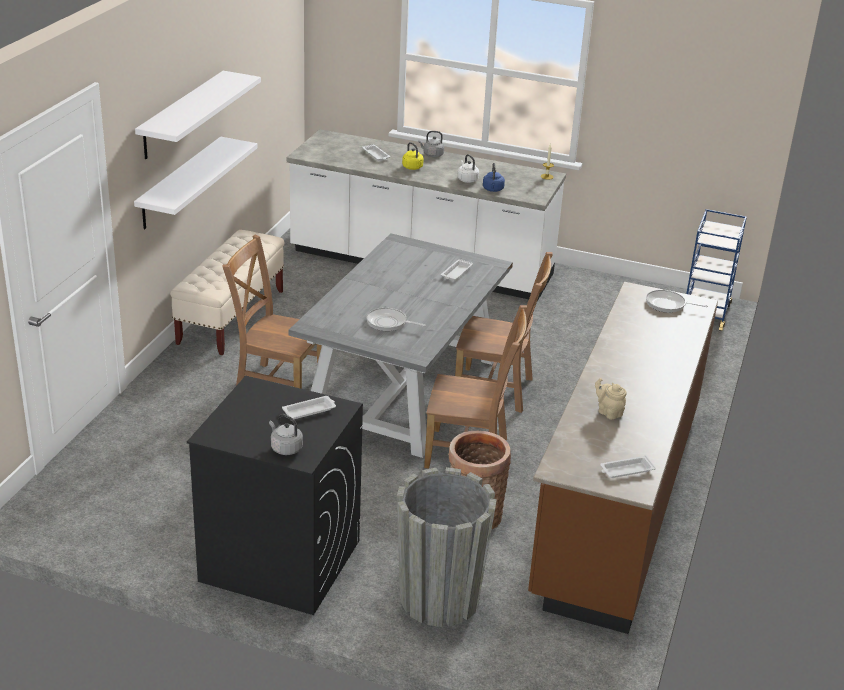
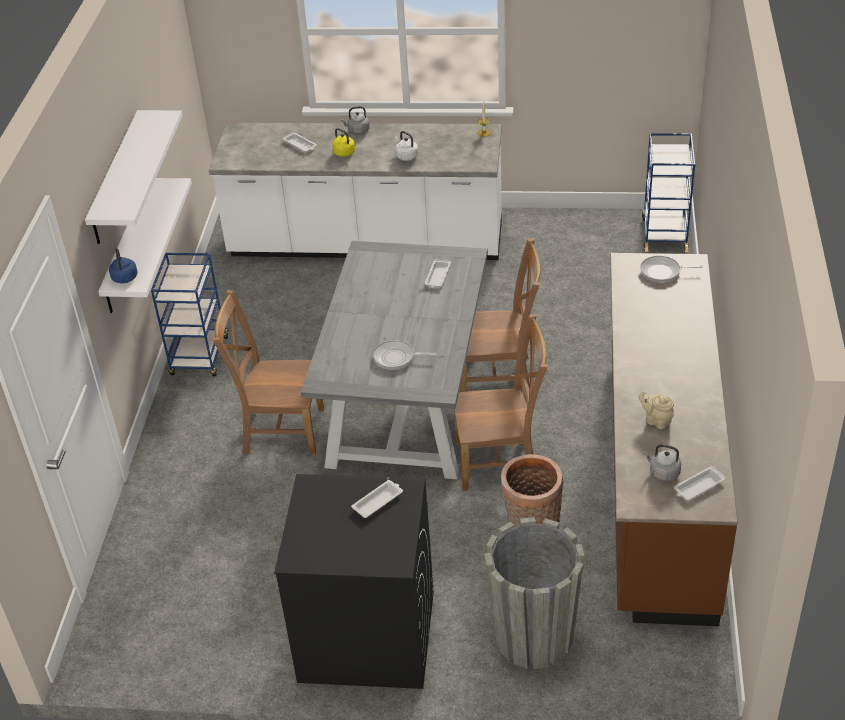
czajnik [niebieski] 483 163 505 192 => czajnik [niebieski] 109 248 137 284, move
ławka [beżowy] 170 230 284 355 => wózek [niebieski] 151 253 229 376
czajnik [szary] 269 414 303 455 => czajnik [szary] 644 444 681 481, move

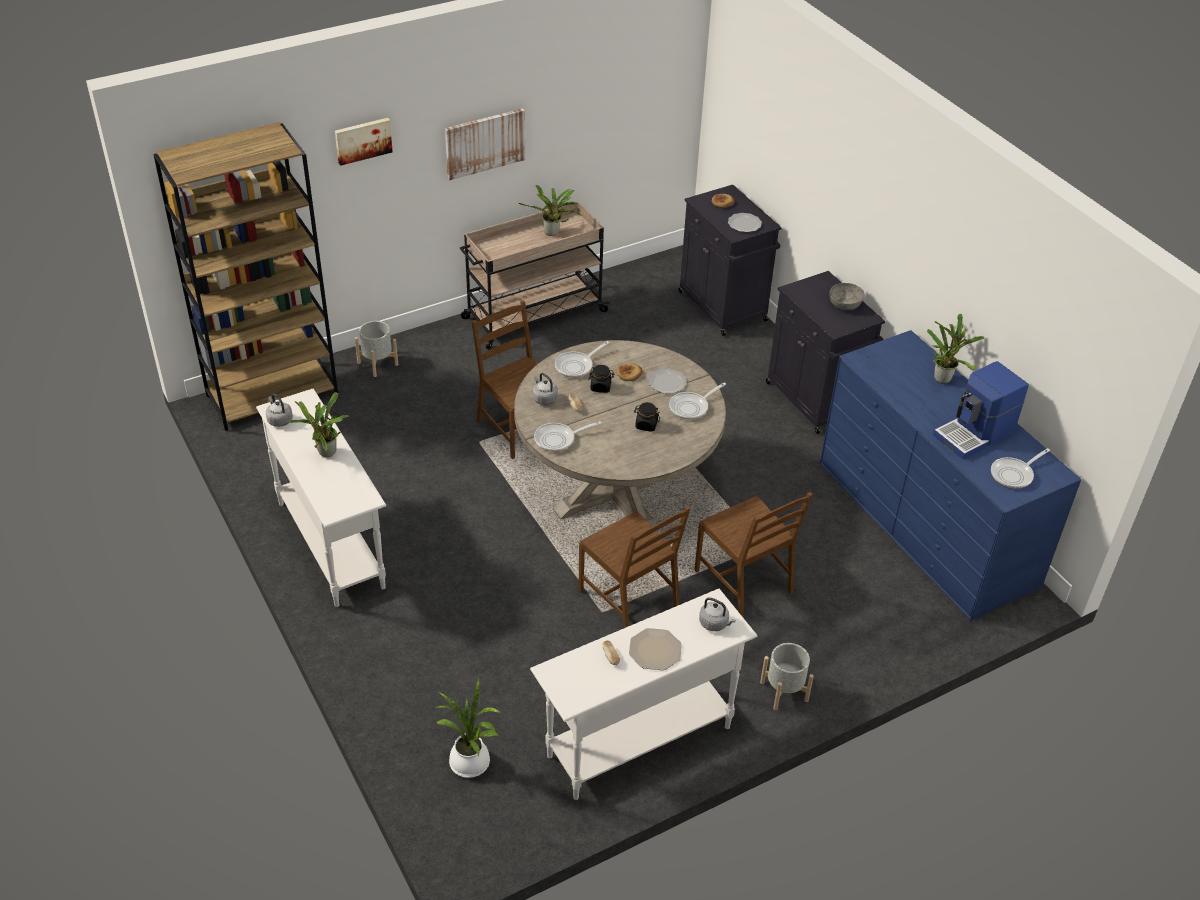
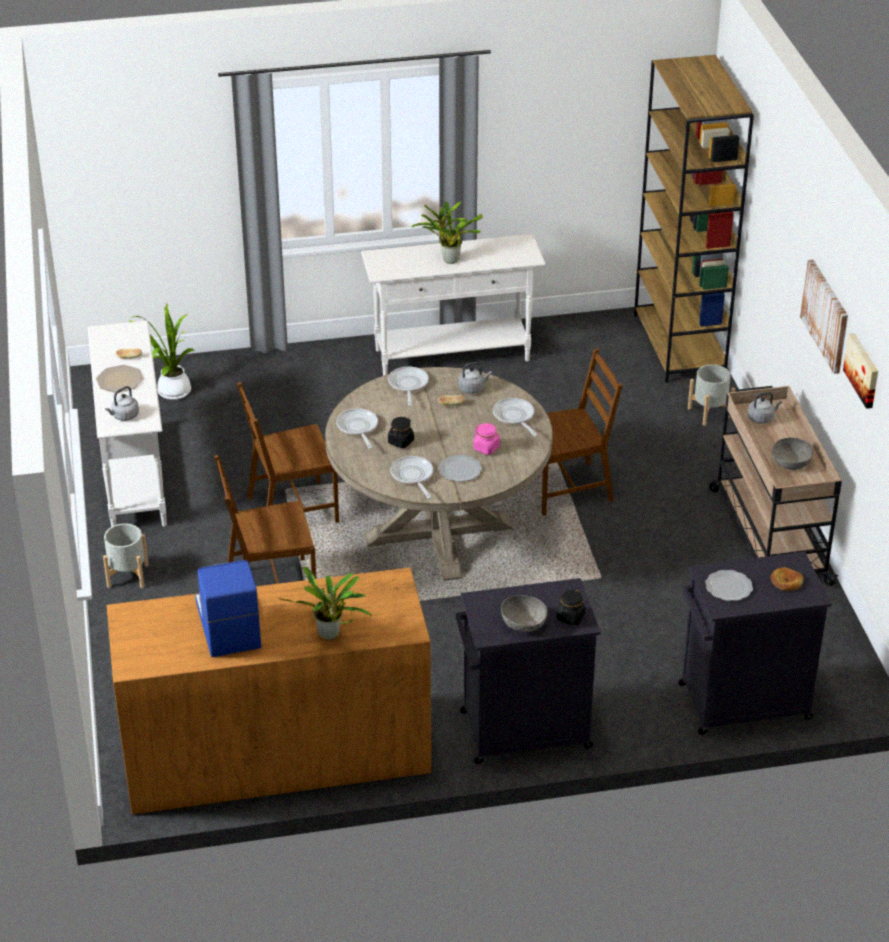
obraz 335 118 393 166 => obraz 843 333 878 409, move
roślina doniczkowa 519 185 582 236 => miska [szary] 772 438 813 470
komoda [niebieski] 820 330 1081 621 => komoda [brązowy] 107 568 431 814
chleb 616 363 643 381 => słoik [różowy] 473 423 500 455
słoik [czarny] 588 365 614 393 => słoik [czarny] 557 589 586 625, move
czajnik [szary] 266 394 293 427 => czajnik [szary] 748 392 782 424, move
patelnia 991 448 1050 488 => patelnia 336 409 378 449, move

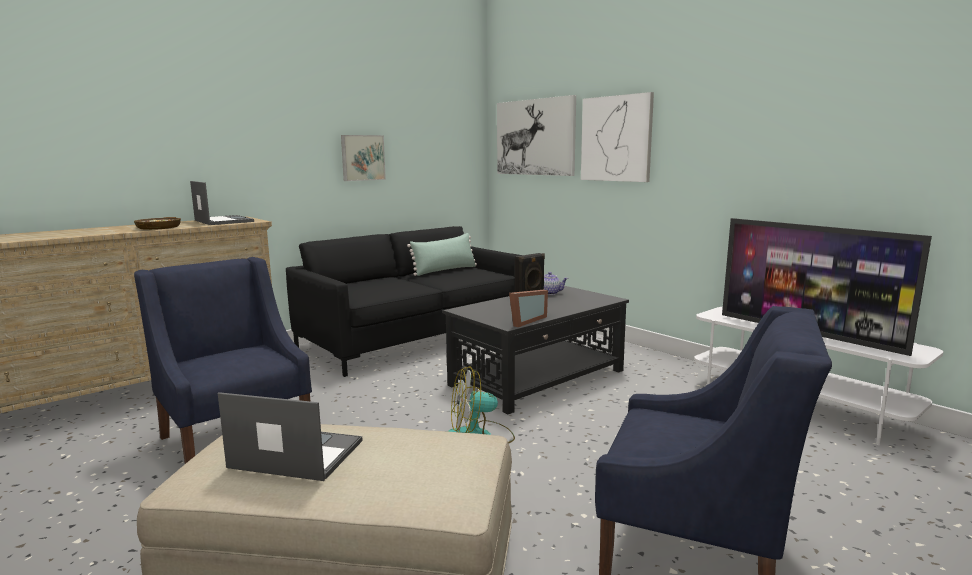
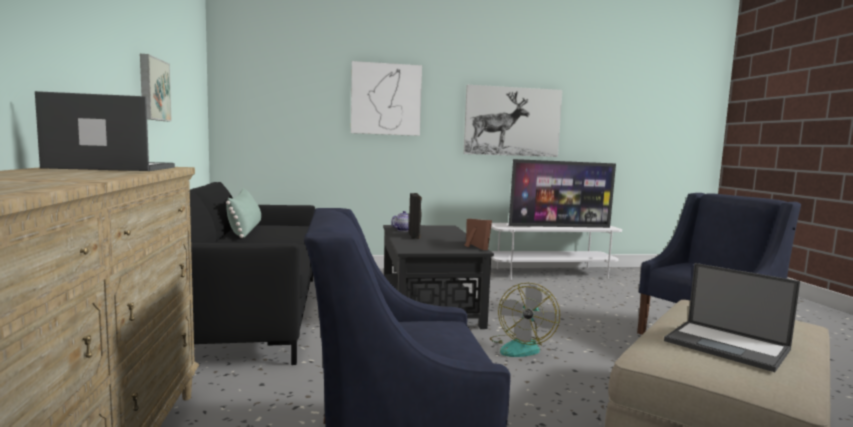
obraz 497 95 576 176 => obraz 464 85 563 157, move
miska 134 217 181 230 => nothing
laptop 218 392 363 481 => laptop 664 263 800 372, 90 degrees counterclockwise

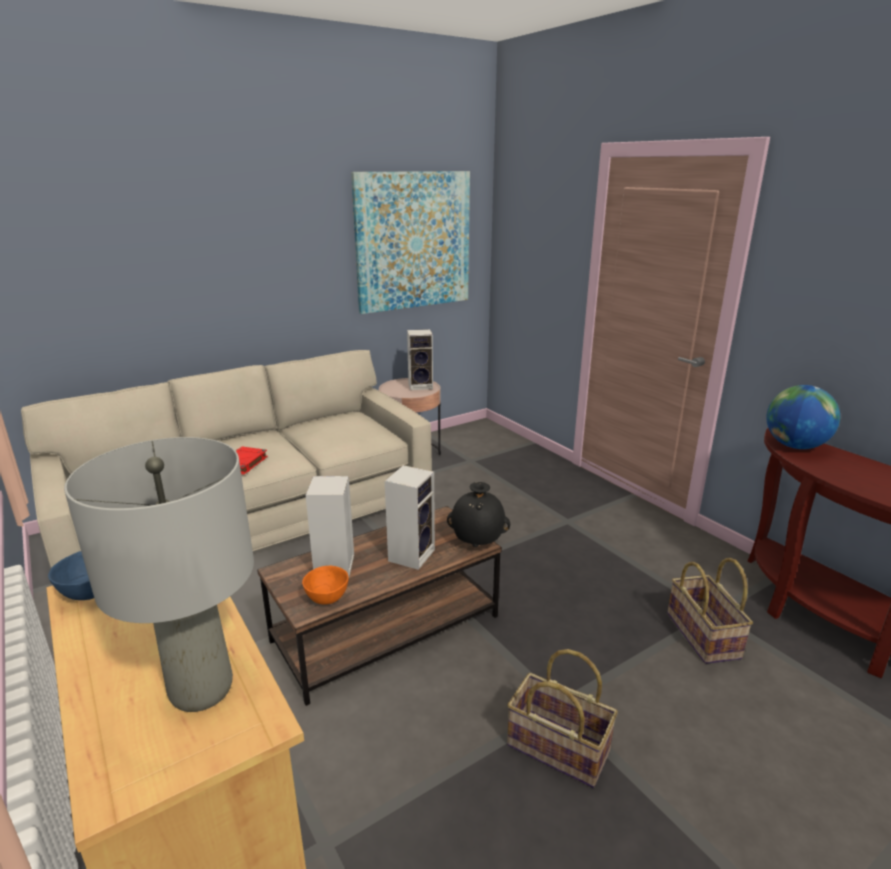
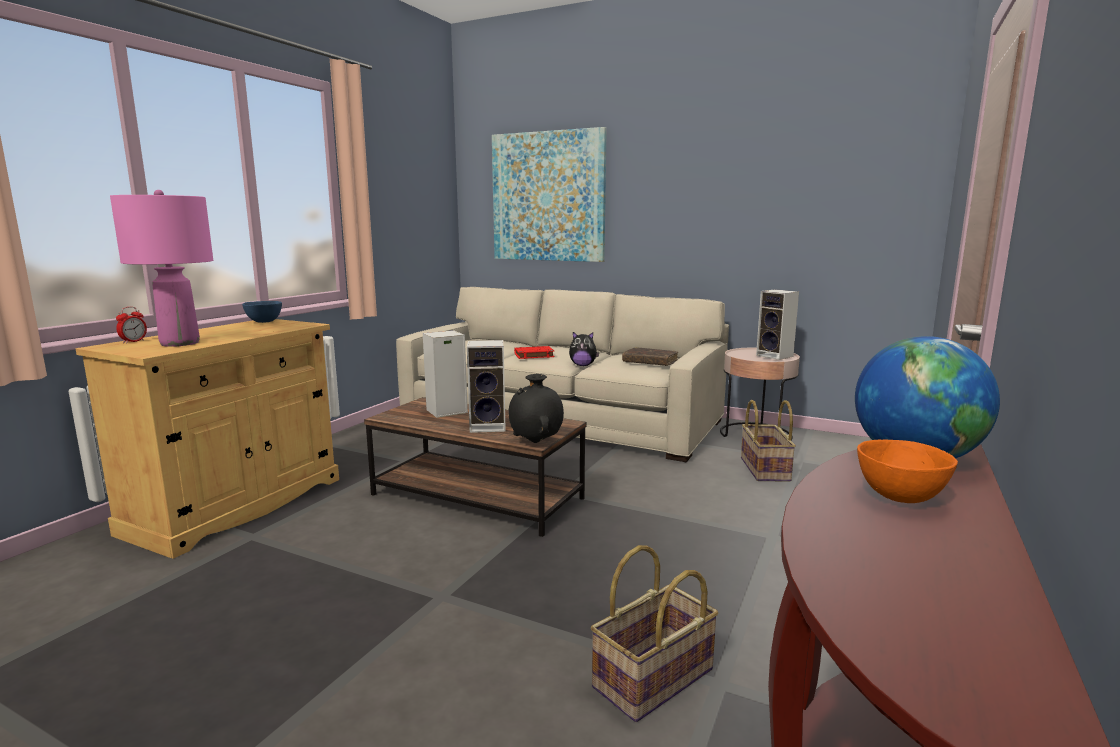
obraz 351 171 470 314 => obraz 492 127 607 262, move
lampa stołowa [szary] 64 437 254 712 => lampa stołowa [różowy] 110 190 213 347
miska [pomarańczowy] 302 566 349 605 => miska [pomarańczowy] 857 440 958 503, move
koszyk 507 649 618 788 => koszyk 741 400 796 482, move
nothing => budzik 116 307 147 343
nothing => pluszak 569 332 599 366
nothing => książka [brązowy] 622 347 678 366

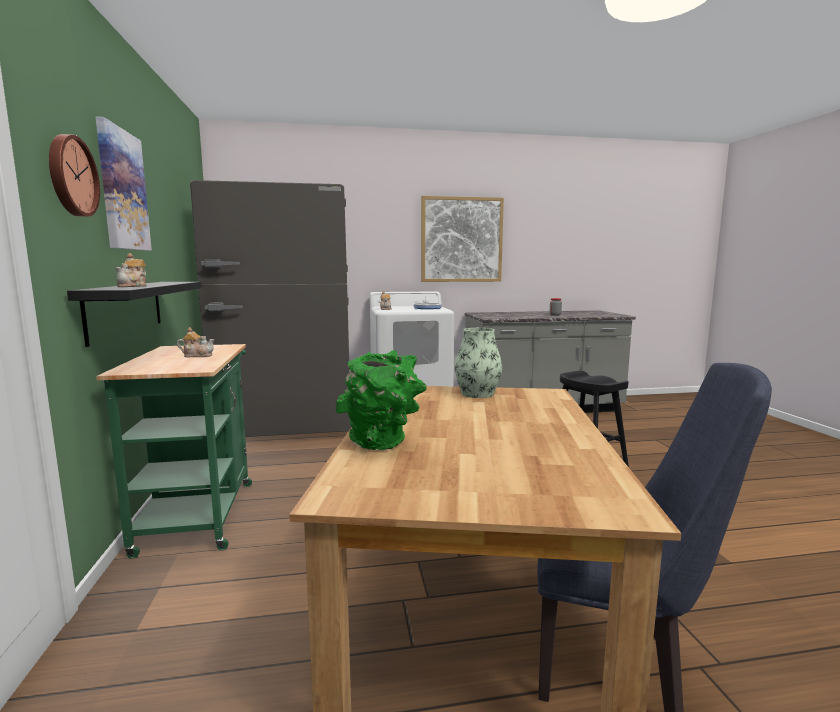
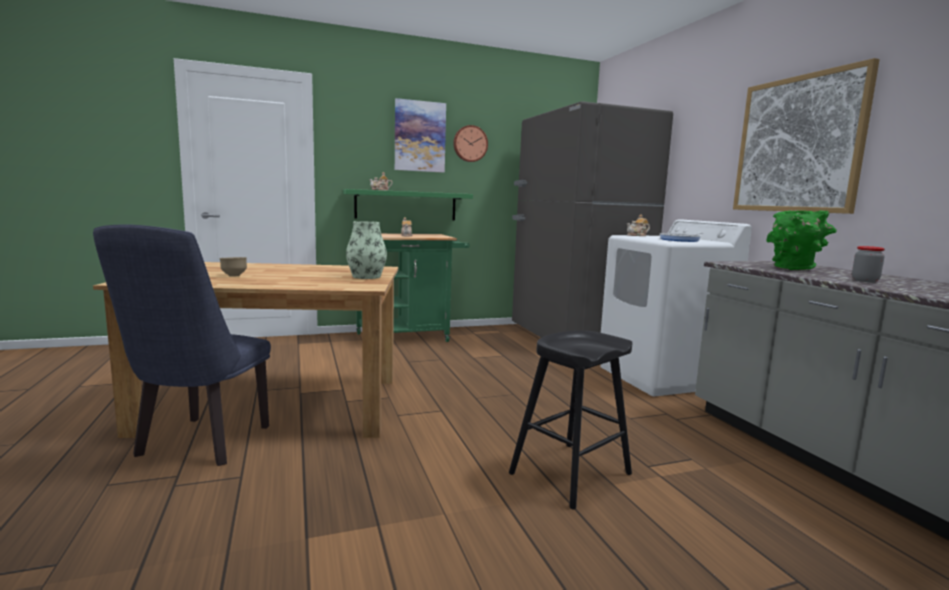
zegar ścienny 49 134 100 217 => zegar ścienny 453 125 488 162, move
półka [czarny] 67 282 202 347 => półka [zielony] 343 189 473 221
wazon [zielony] 336 350 427 450 => wazon [zielony] 766 210 837 270, move
nothing => miska [brązowy] 219 257 247 277

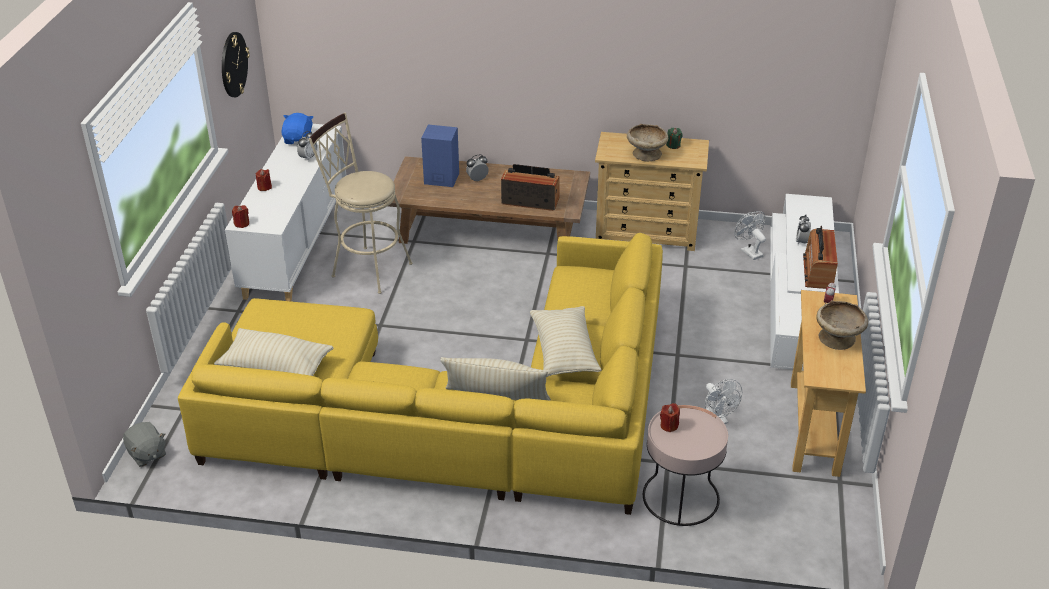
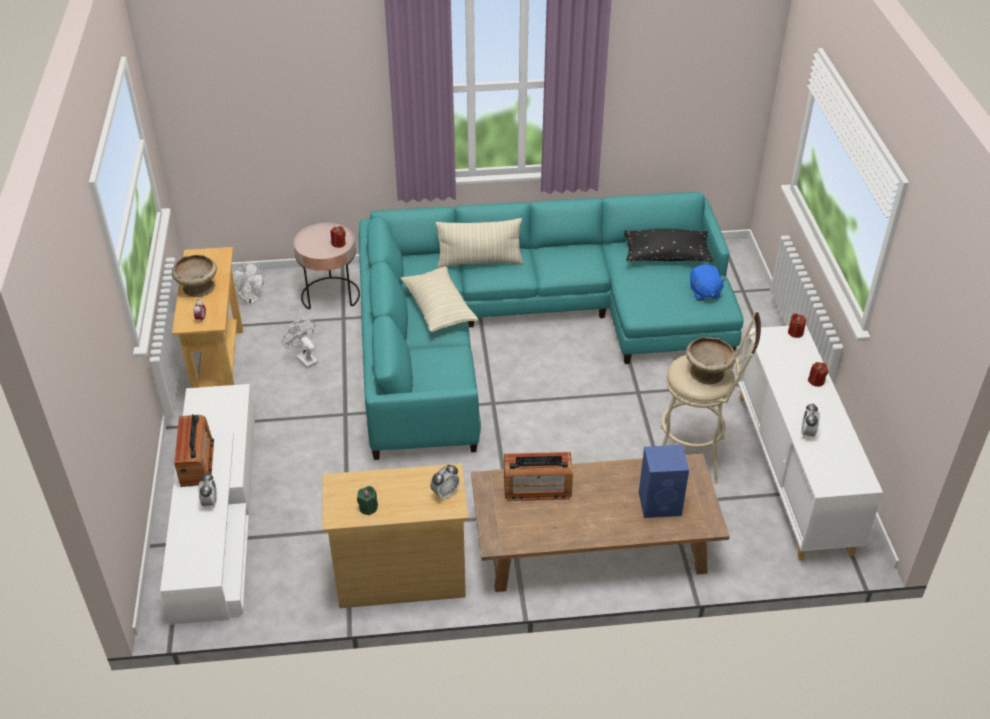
zegar ścienny 222 32 250 97 => nothing
pluszak [niebieski] 281 113 313 144 => pluszak [niebieski] 690 264 726 301, move
miska [beżowy] 627 124 668 161 => miska [beżowy] 686 337 736 385, move
budzik 466 154 489 181 => budzik 430 465 460 500, move
wentylator [biały] 735 211 766 260 => wentylator [biały] 234 263 264 305, move
kanapa [żółty] 178 233 663 515 => kanapa [turkusowy] 359 192 744 460
poduszka [beżowy] 214 328 334 376 => poduszka [czarny] 624 229 714 262
pluszak [szary] 123 422 166 467 => nothing

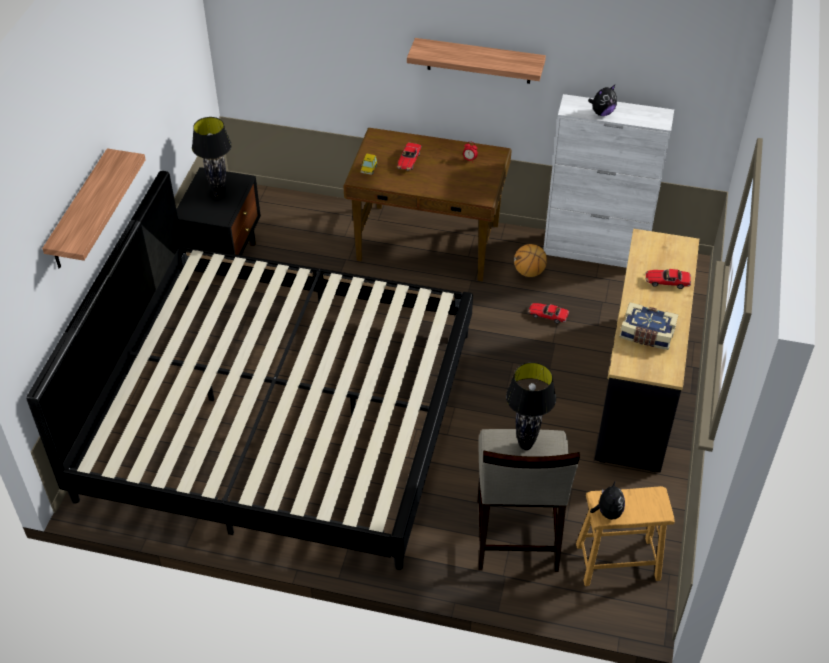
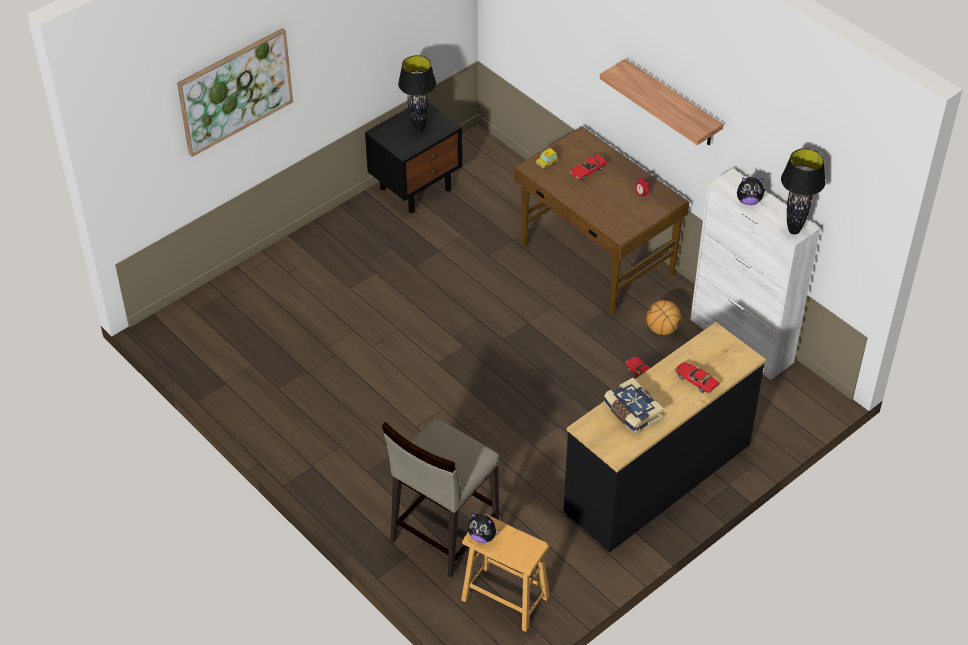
półka 42 148 146 269 => obraz 177 28 293 157
łóżko 26 171 473 570 => nothing
lampa stołowa [czarny] 506 362 556 450 => lampa stołowa [czarny] 781 148 826 235, move
pluszak 590 482 625 520 => pluszak 467 513 501 543, 75 degrees clockwise

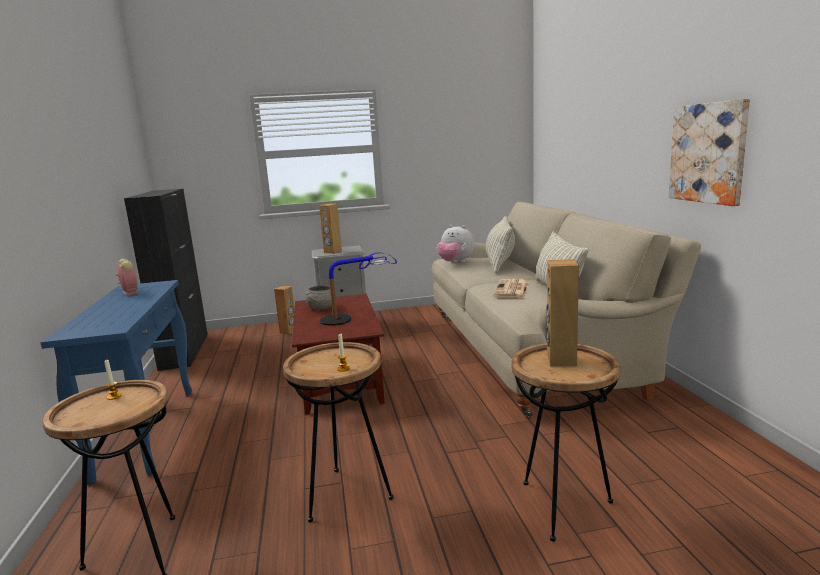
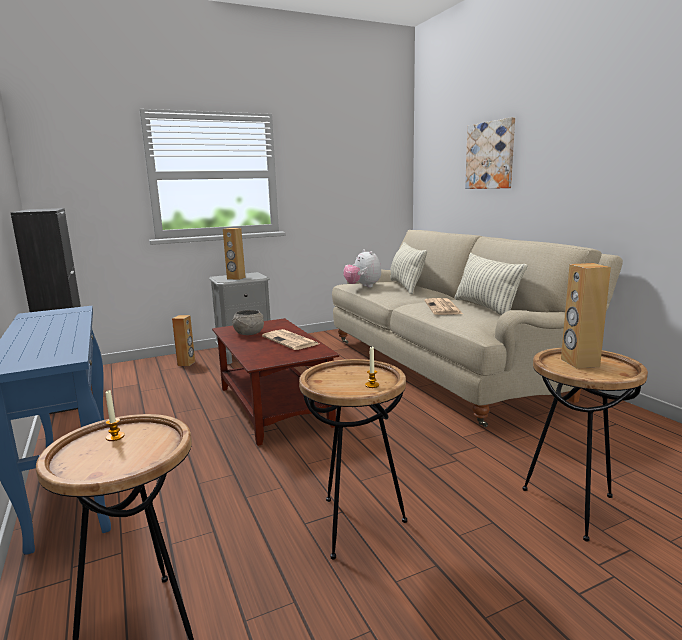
obraz 669 99 750 206 => obraz 465 117 515 189, move
pluszak 437 225 474 263 => pluszak 343 249 381 287, 45 degrees clockwise
lampa stołowa 320 253 397 326 => gazeta 262 329 319 350
budzik 116 259 138 296 => nothing

